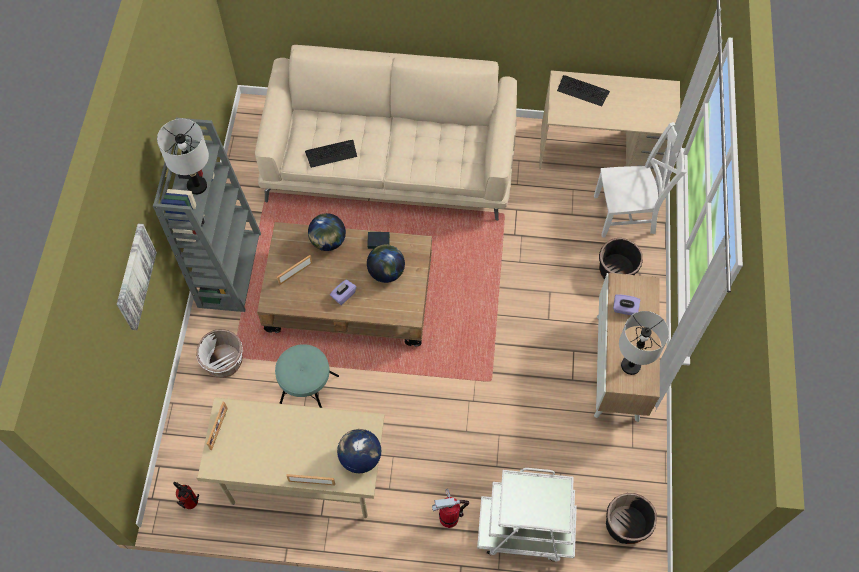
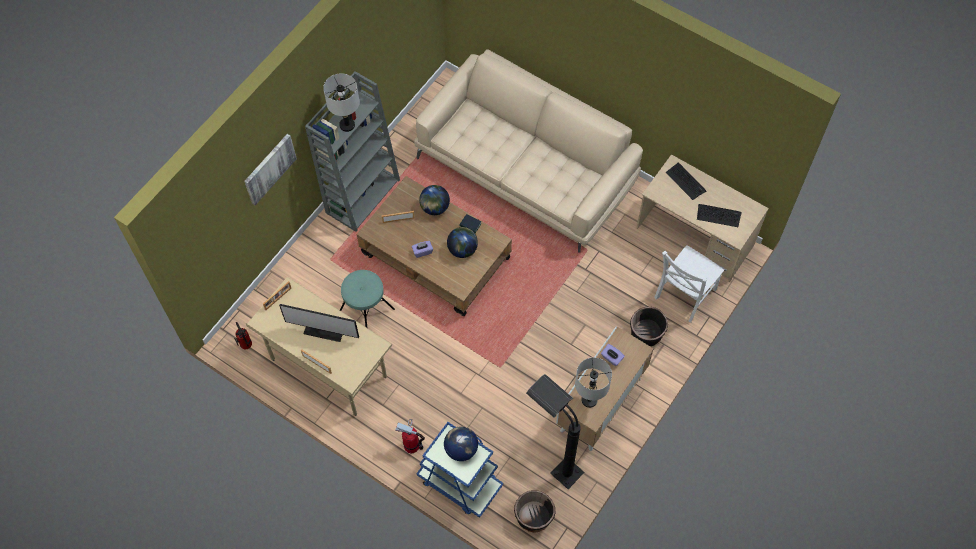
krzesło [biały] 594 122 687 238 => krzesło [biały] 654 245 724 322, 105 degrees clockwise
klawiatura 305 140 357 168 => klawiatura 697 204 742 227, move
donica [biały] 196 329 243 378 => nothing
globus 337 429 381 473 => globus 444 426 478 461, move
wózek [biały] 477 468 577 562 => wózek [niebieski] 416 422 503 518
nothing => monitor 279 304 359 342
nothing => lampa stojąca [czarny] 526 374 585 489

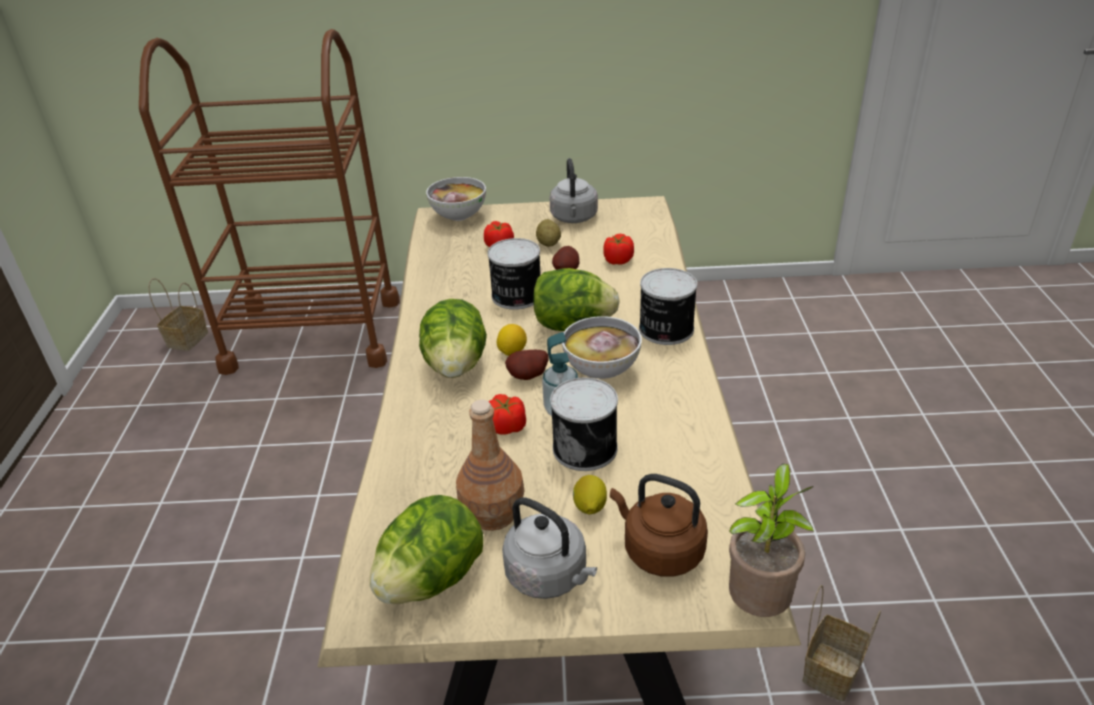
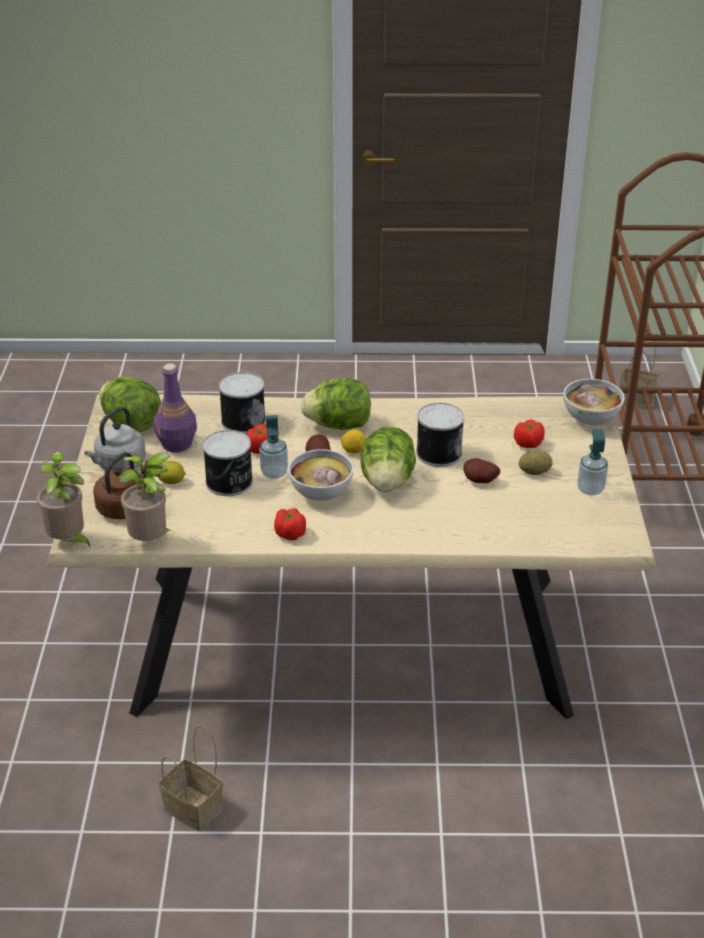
czajnik [szary] 550 158 598 223 => dozownik mydła 578 429 608 496
pomidor 603 234 634 265 => pomidor 274 508 306 540, move
puszka 639 268 697 345 => puszka 219 372 266 434, move
butelka [brązowy] 456 399 524 531 => butelka [fioletowy] 153 363 197 453
nothing => roślina doniczkowa 118 453 173 541

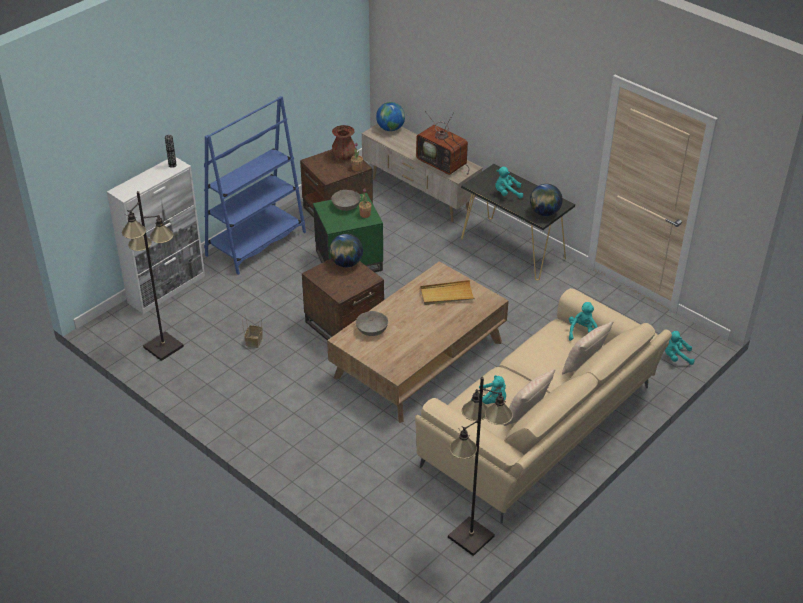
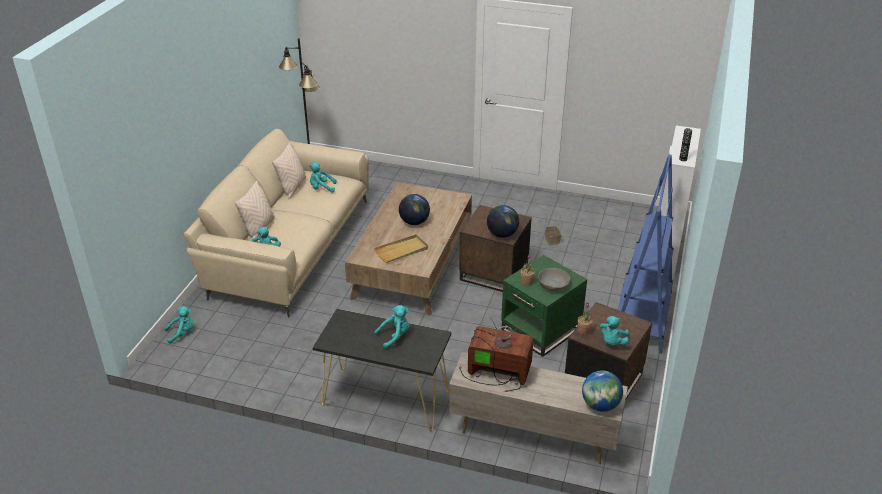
wazon [brązowy] 332 125 355 160 => pluszak [turkusowy] 600 316 629 345
globus 530 184 563 216 => globus 399 194 430 225, move
lampa stojąca [czarny] 122 191 184 361 => nothing
miska [szary] 356 311 388 336 => nothing

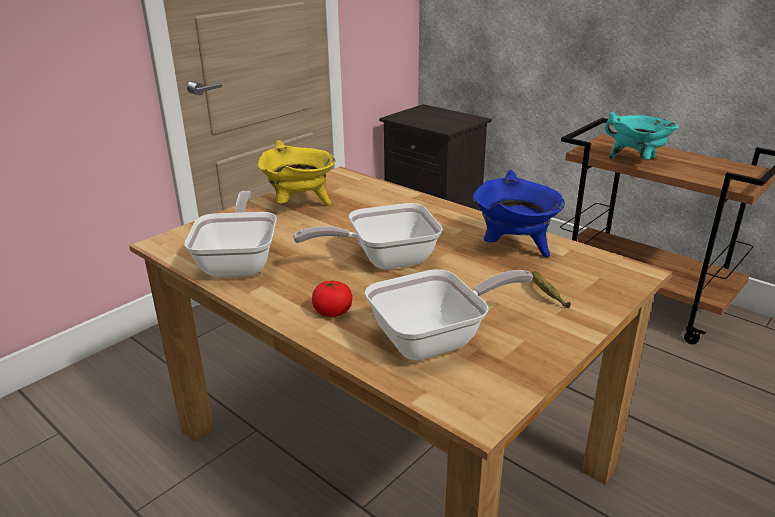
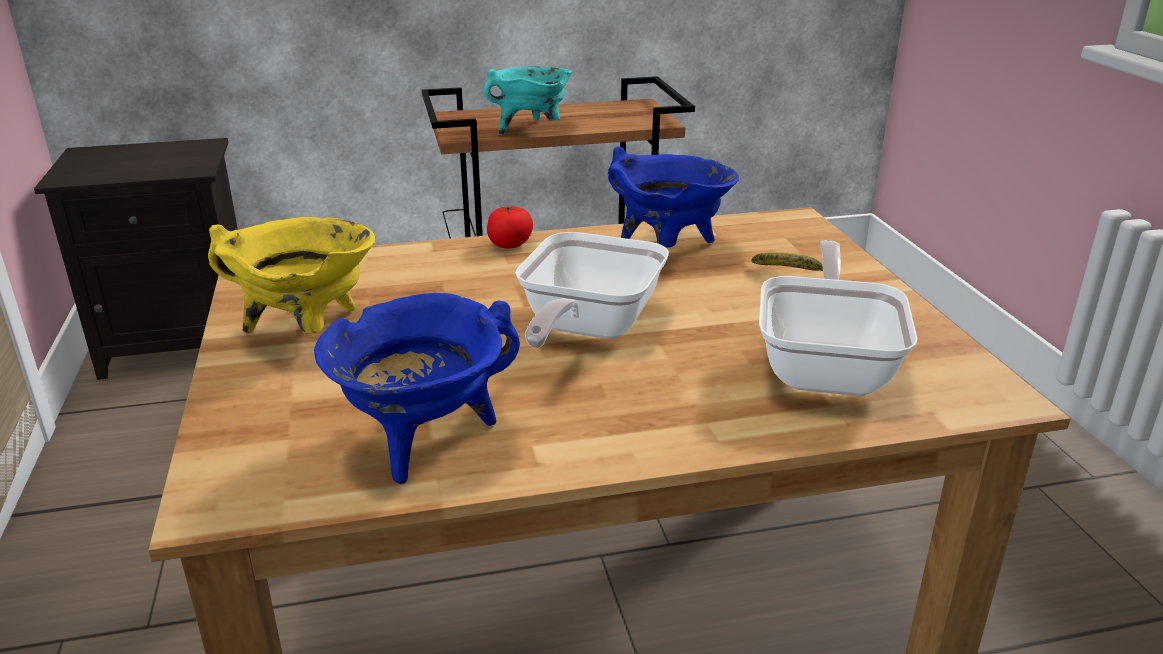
patelnia 184 191 277 277 => garnek [niebieski] 314 293 520 484
pomidor 312 281 352 317 => pomidor 487 206 533 248, move

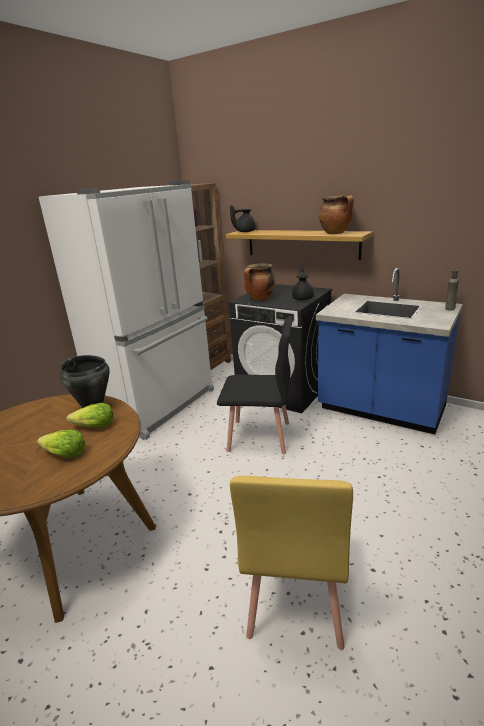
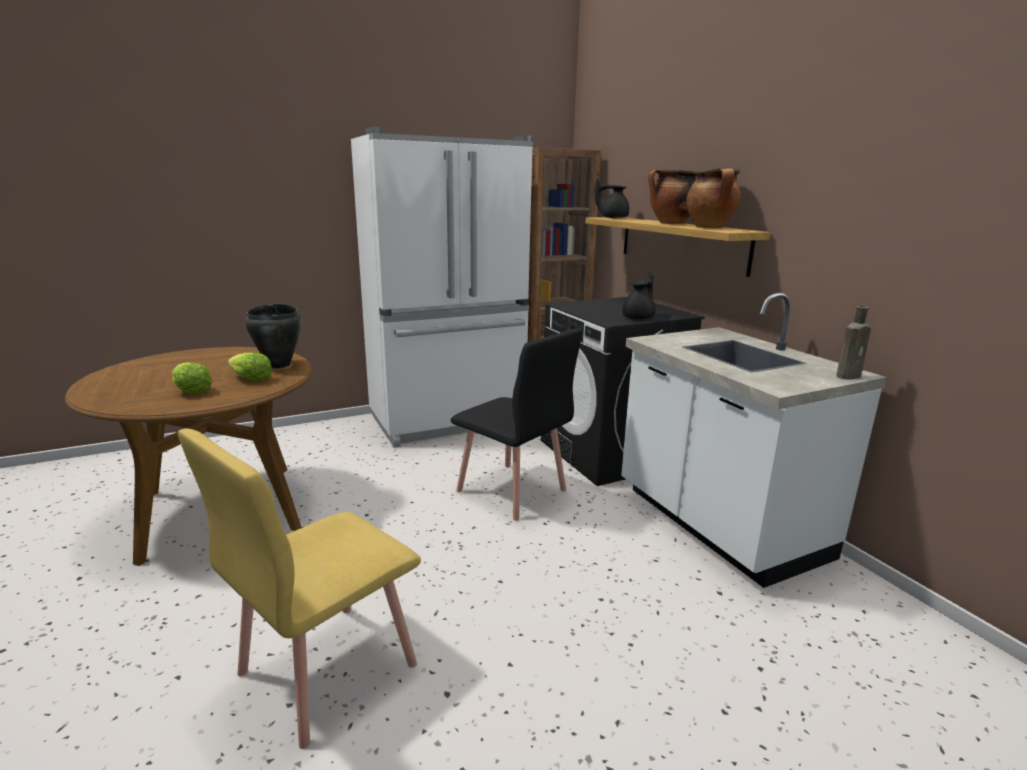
garnek 244 264 275 301 => garnek 648 169 697 224, move
zabudowa kuchenna [niebieski] 316 268 463 434 => zabudowa kuchenna [biały] 621 293 887 588

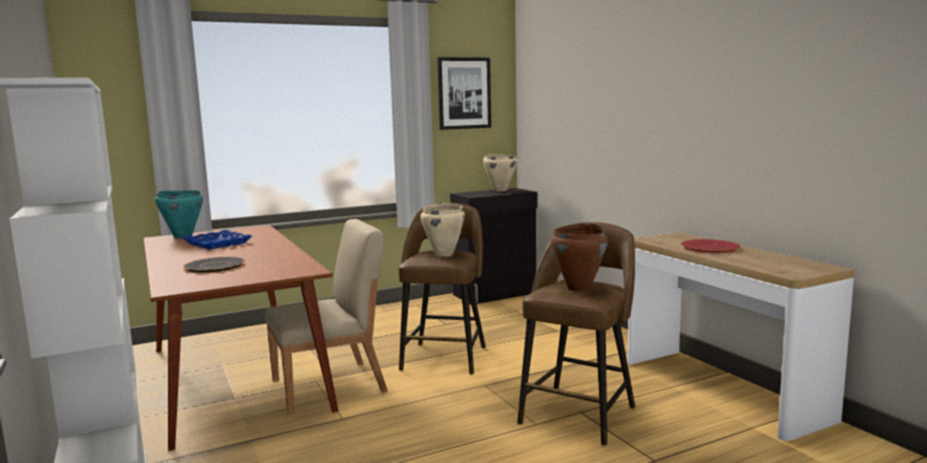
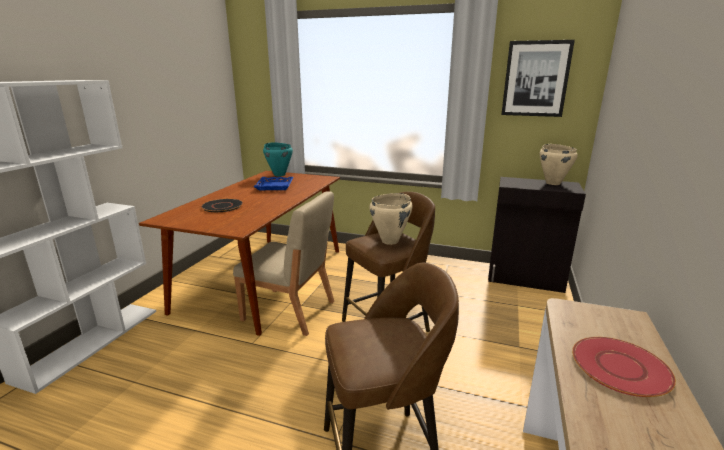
garnek [brązowy] 551 223 608 291 => nothing

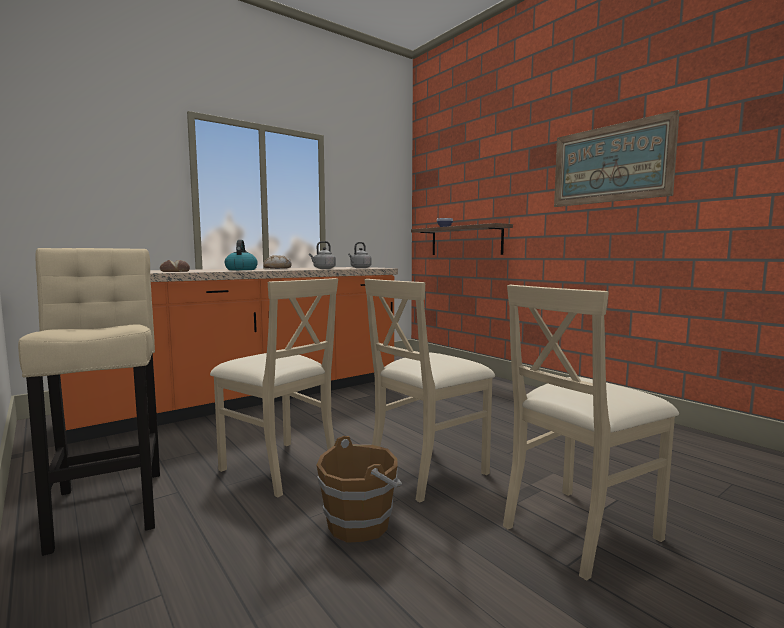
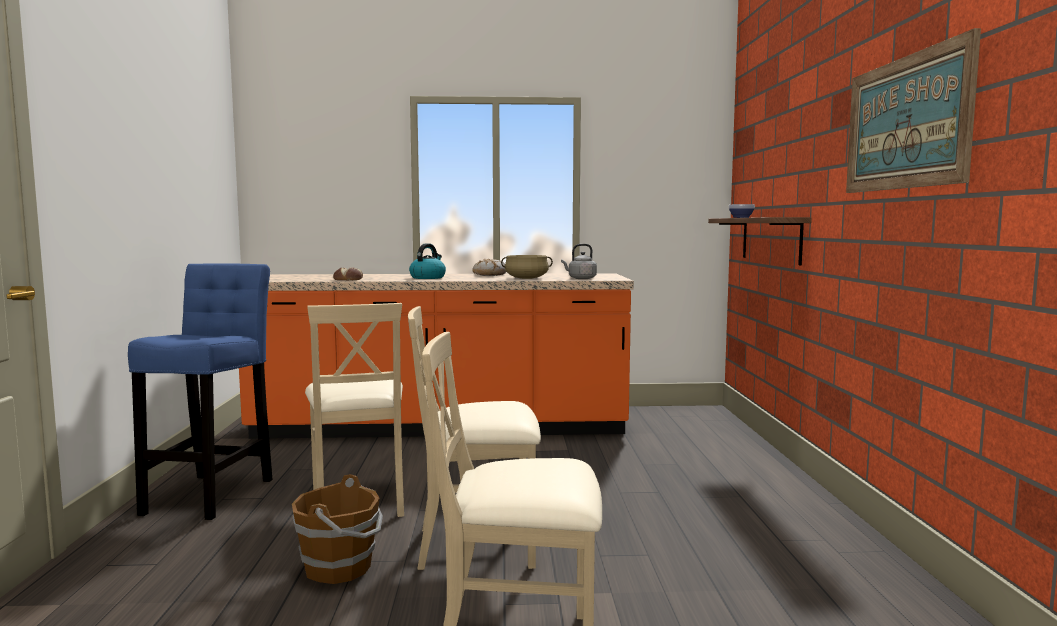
czajnik [szary] 309 241 336 269 => garnek [beżowy] 501 255 553 279
stołek [beżowy] 18 248 160 556 => stołek [niebieski] 128 263 273 520

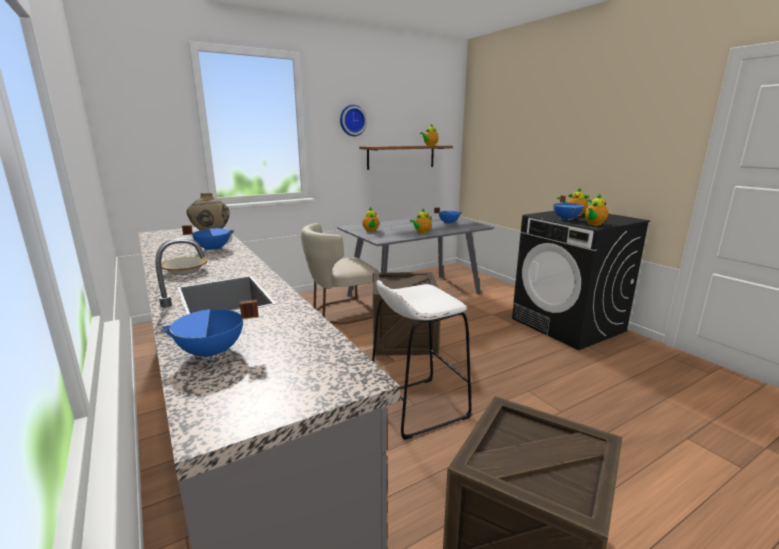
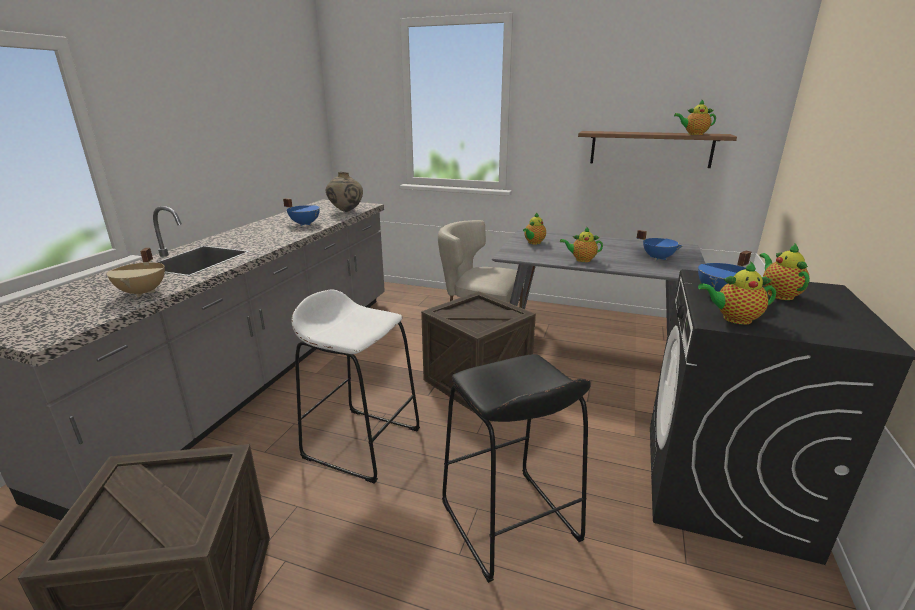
zegar ścienny 340 105 367 136 => nothing
miska 161 257 207 275 => nothing
garnek [niebieski] 159 300 259 361 => nothing
nothing => garnek [beżowy] 107 248 165 297
nothing => stołek [czarny] 442 354 591 583

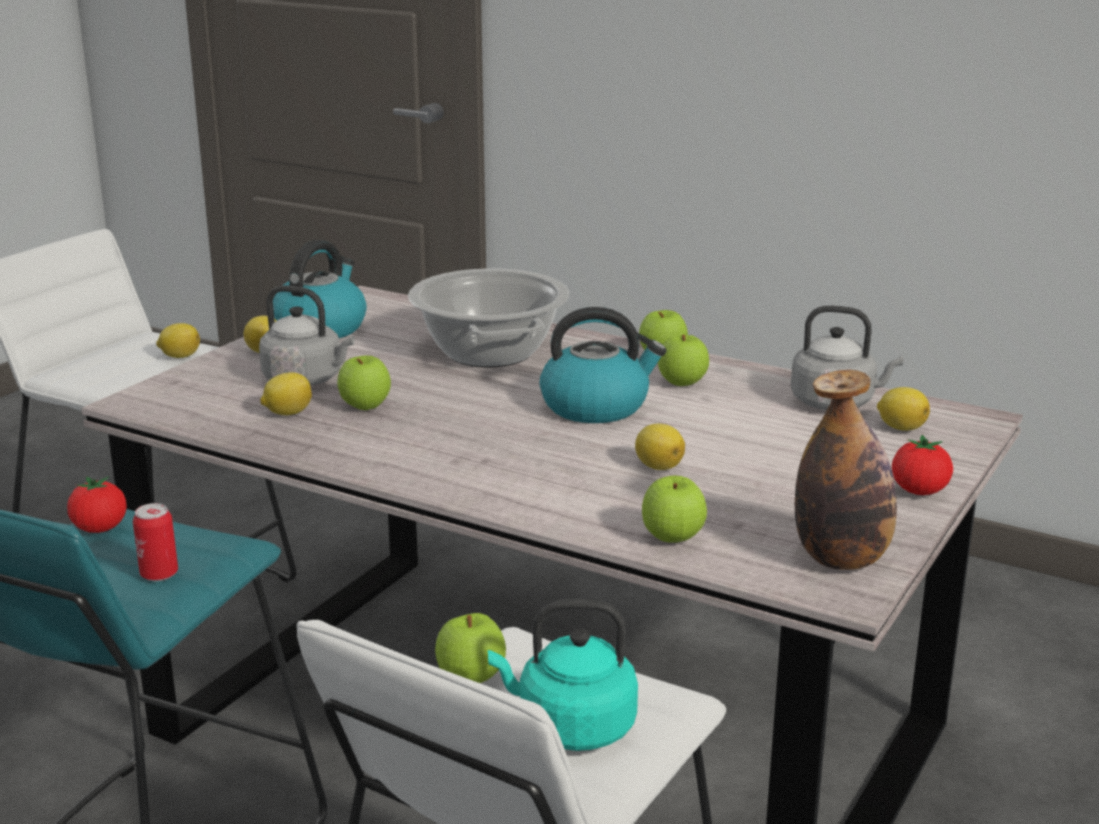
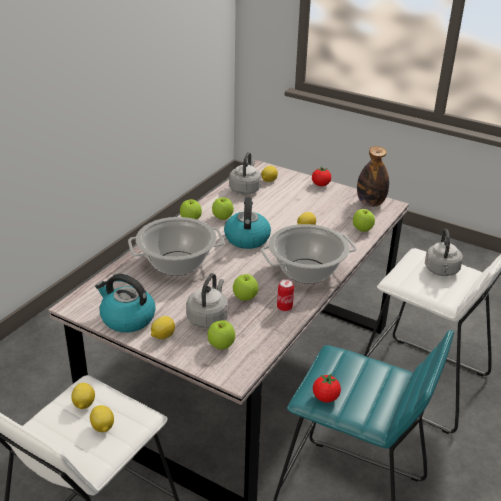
cytryna 260 372 312 415 => cytryna 90 405 114 432, move
puszka 133 503 178 581 => puszka 277 279 294 311, move
czajnik [turkusowy] 488 599 638 751 => czajnik [szary] 425 229 463 276
jabłko 435 613 506 683 => jabłko 207 320 235 350, move
nothing => garnek 260 224 357 284

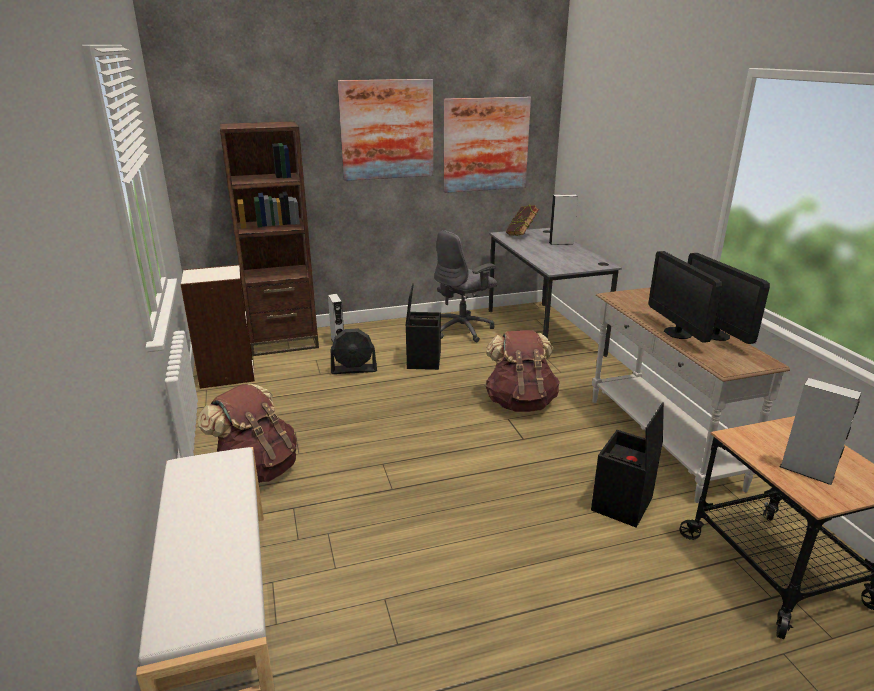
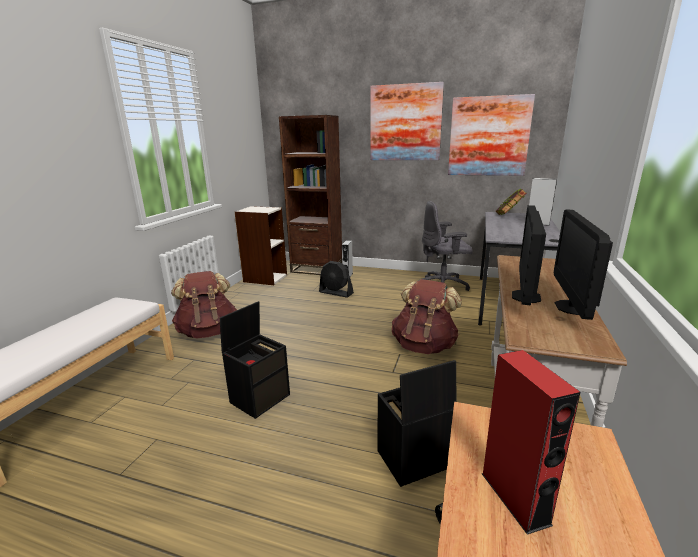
pojemnik do przechowywania [czarny] 405 283 441 370 => pojemnik do przechowywania [czarny] 220 301 290 419, move
głośnik [szary] 780 378 861 485 => głośnik [czerwony] 481 350 580 535

